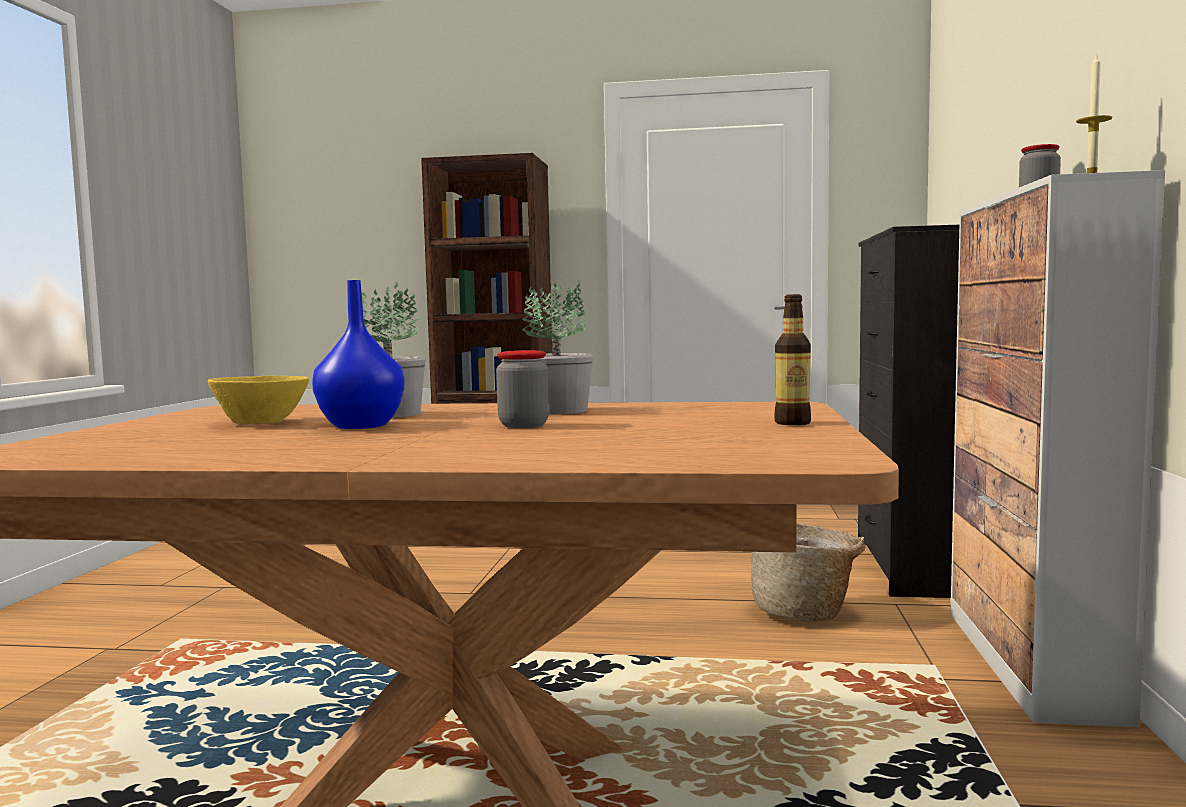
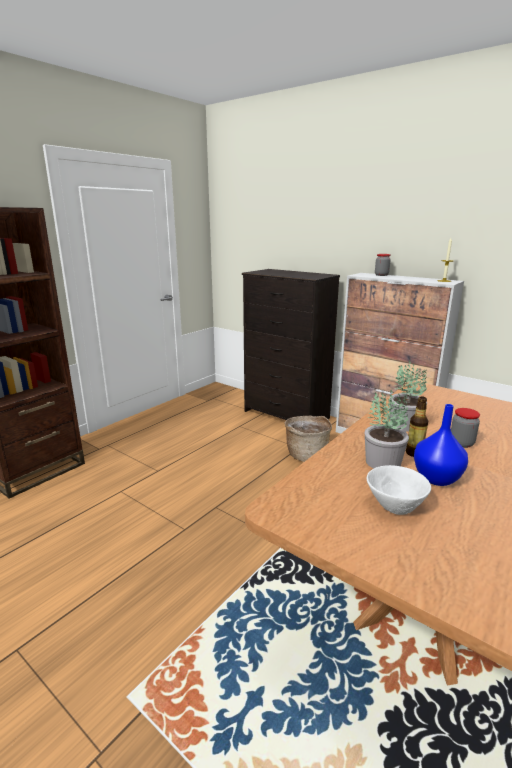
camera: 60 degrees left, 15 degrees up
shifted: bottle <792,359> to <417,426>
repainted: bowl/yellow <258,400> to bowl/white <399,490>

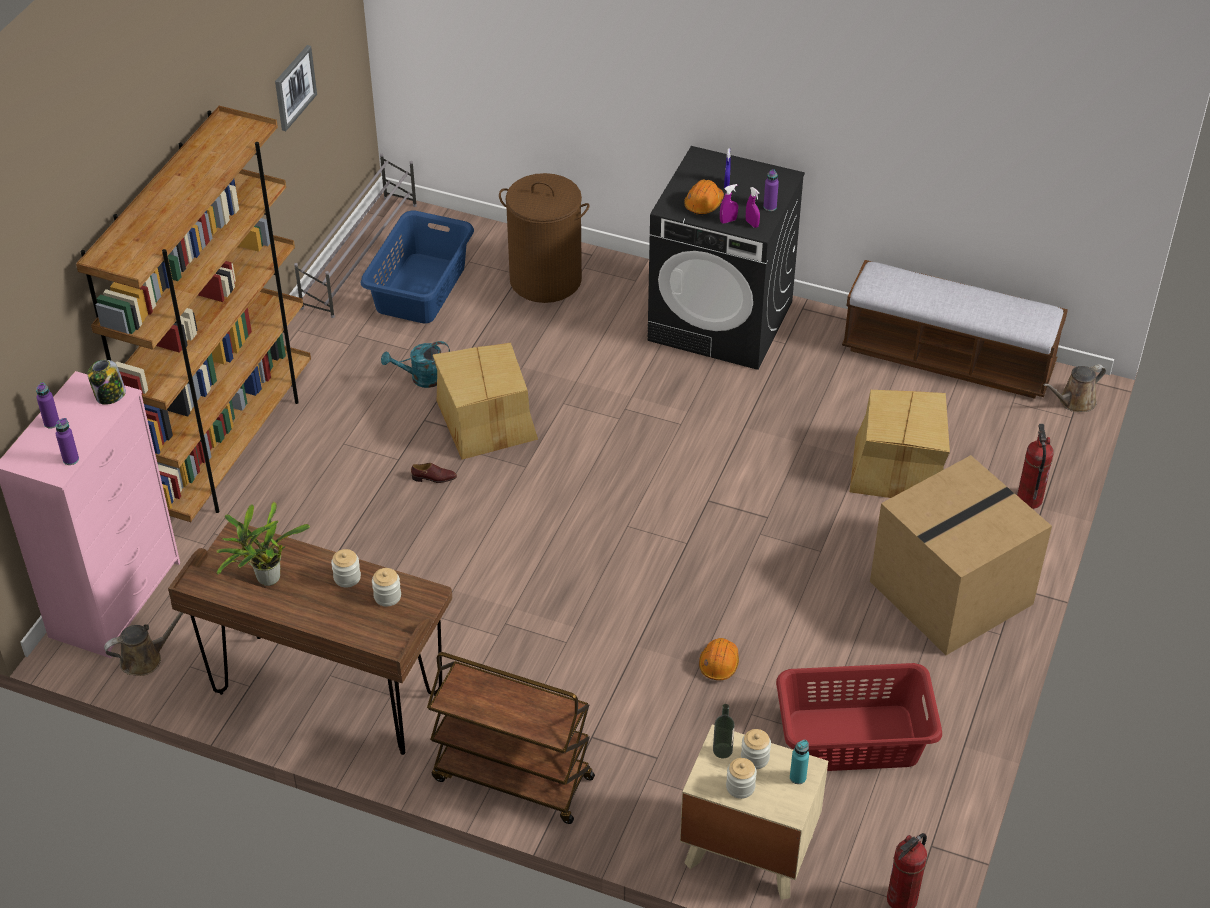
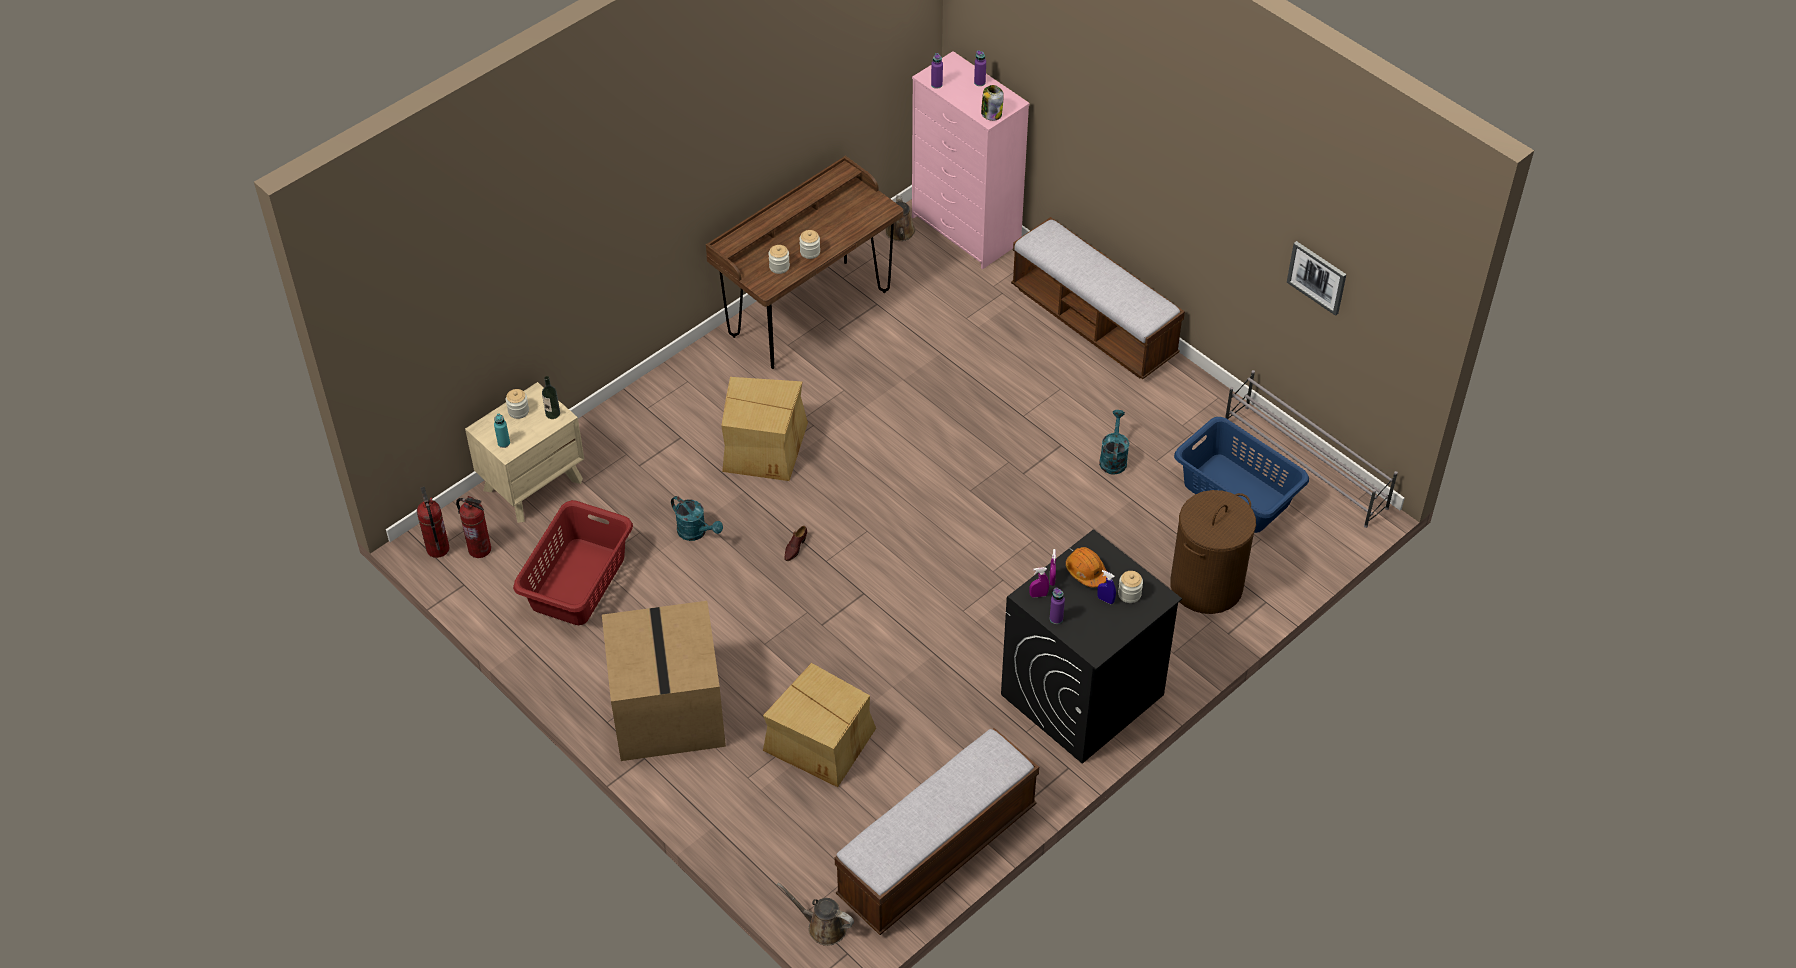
camera: 115 degrees right, 5 degrees up
gone: potted plant <263,544>; cart/brown <511,738>
shifted: fire extinguisher <1035,466> to <473,527>; cardboard box <485,401> to <764,429>; shoe/brown <434,473> to <795,543>; jar <756,749> to <1130,587>
swapped: hard hat/orange <719,659> to watering can/turquoise <697,518>; bookcase/brown <193,314> to bench <1098,298>
rotated: watering can/brown <1074,388> = <815,914> 60 degrees counterclockwise

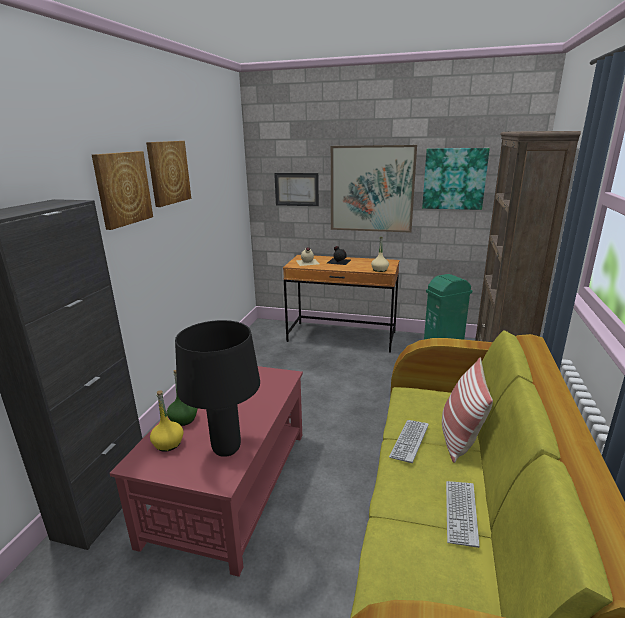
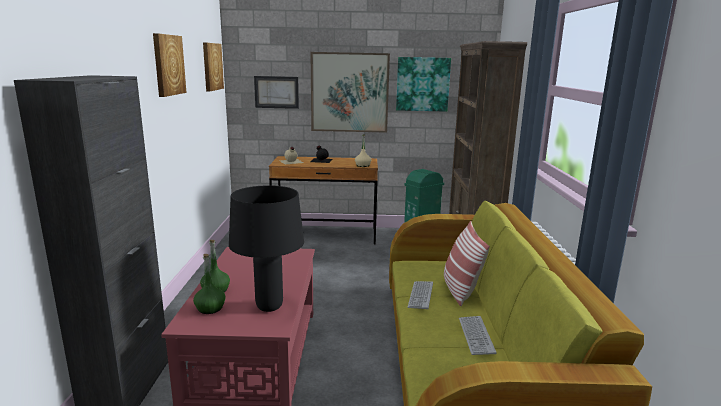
camera: 15 degrees left, 5 degrees down
shifted: picture <122,190> to <213,66>
repainted: bottle/yellow <167,421> to bottle/green <209,284>

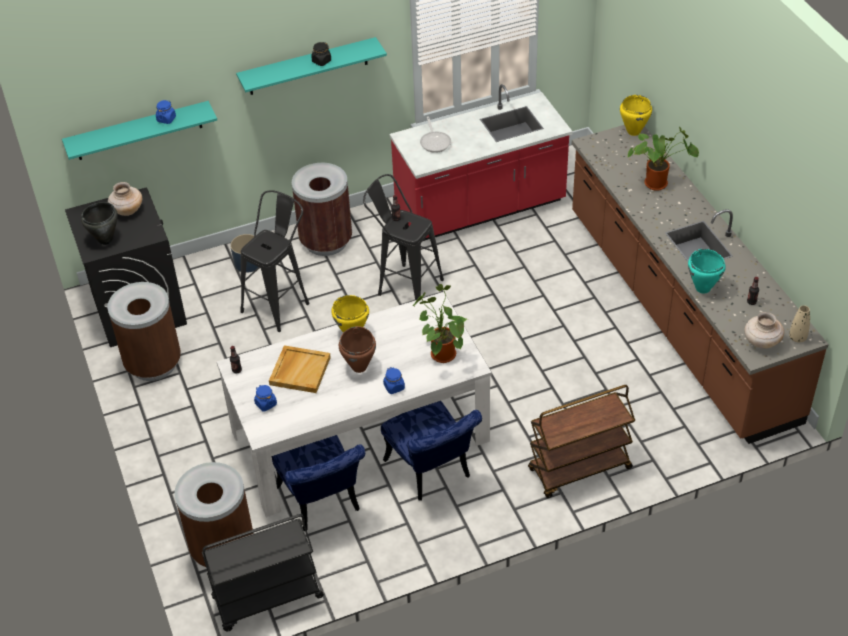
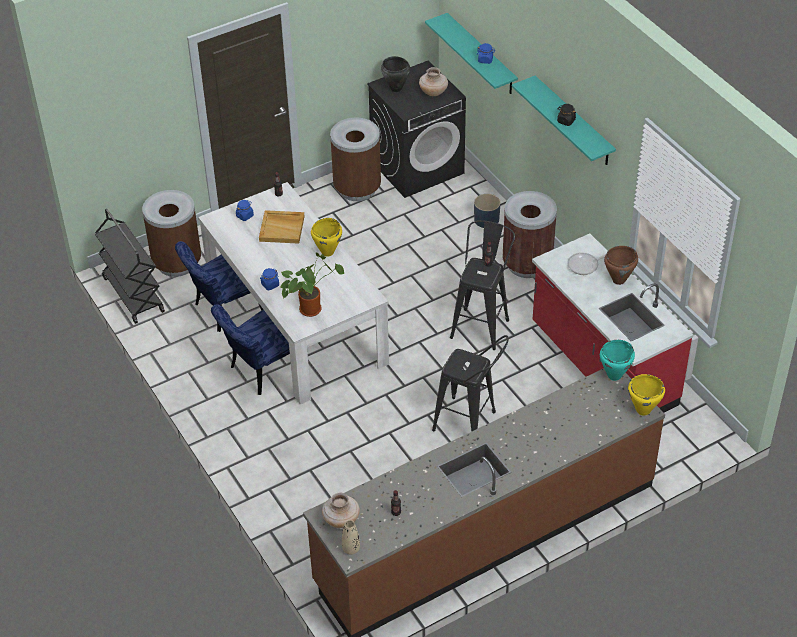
camera: 80 degrees right, 0 degrees up
gone: cart/brown <581,441>; potted plant <663,159>
shifted: stool/black <275,261> to <470,383>; cooking pot/turquoise <707,271> to <617,360>; cooking pot/brown <357,349> to <621,265>

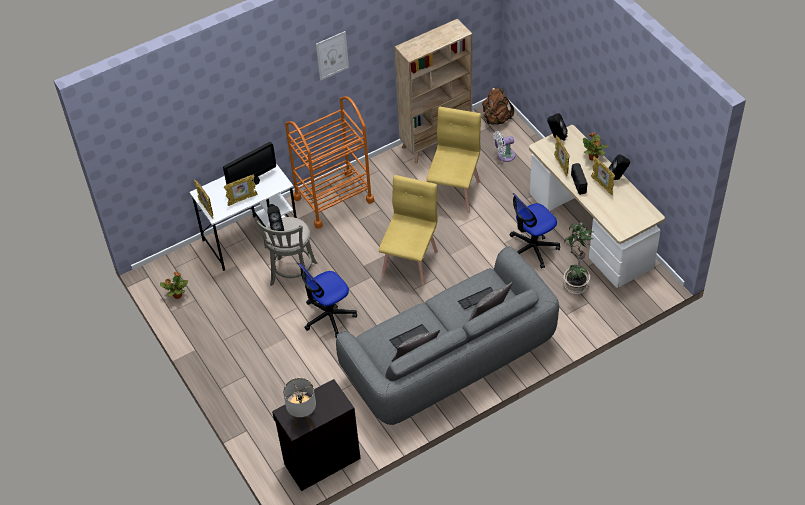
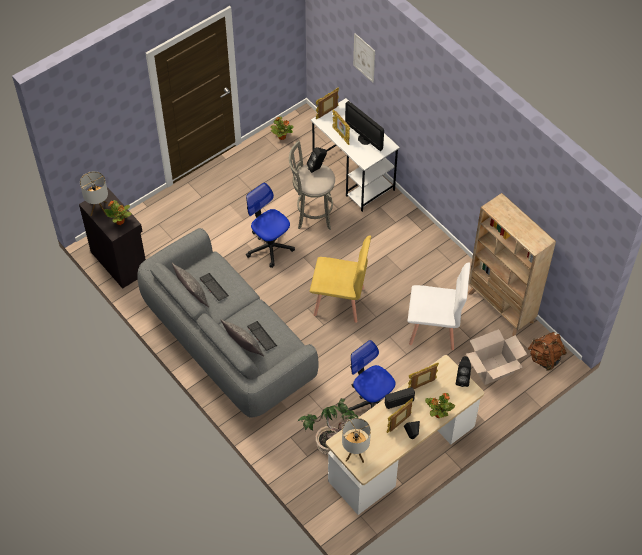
camera: 80 degrees right, 5 degrees up
gone: cart/orange <329,162>
new: potted plant <118,212>; table lamp <356,440>
shifted: picture <332,56> to <364,58>
swapped: fan/white <504,146> to cardboard box <496,357>
repainted: chair/yellow <453,160> to chair/white <438,306>

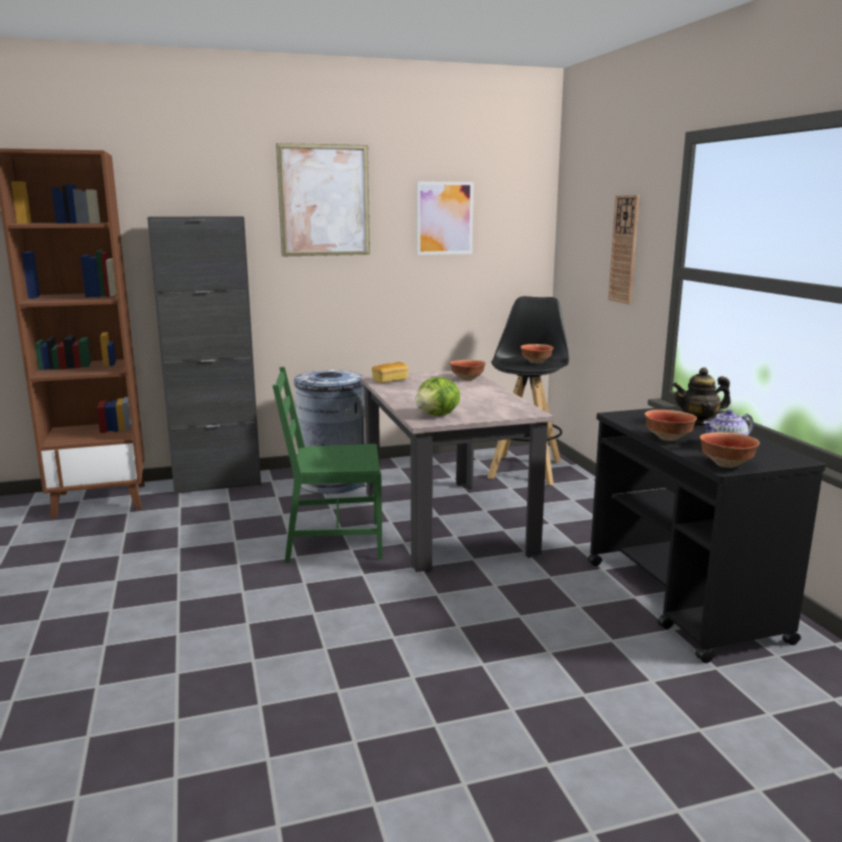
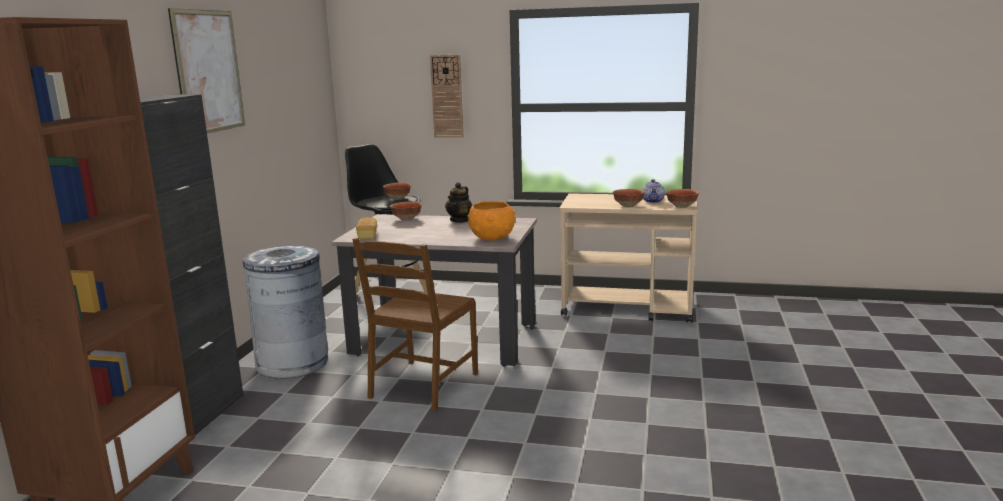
camera: 60 degrees left, 0 degrees up
gone: picture <445,218>
shifted: teapot <702,397> to <458,202>
swapped: lettuce <437,396> to bowl/orange <492,221>
repainted: chair/green <327,465> to chair/brown <415,325>; cart/black <707,534> to cart/beige <628,258>

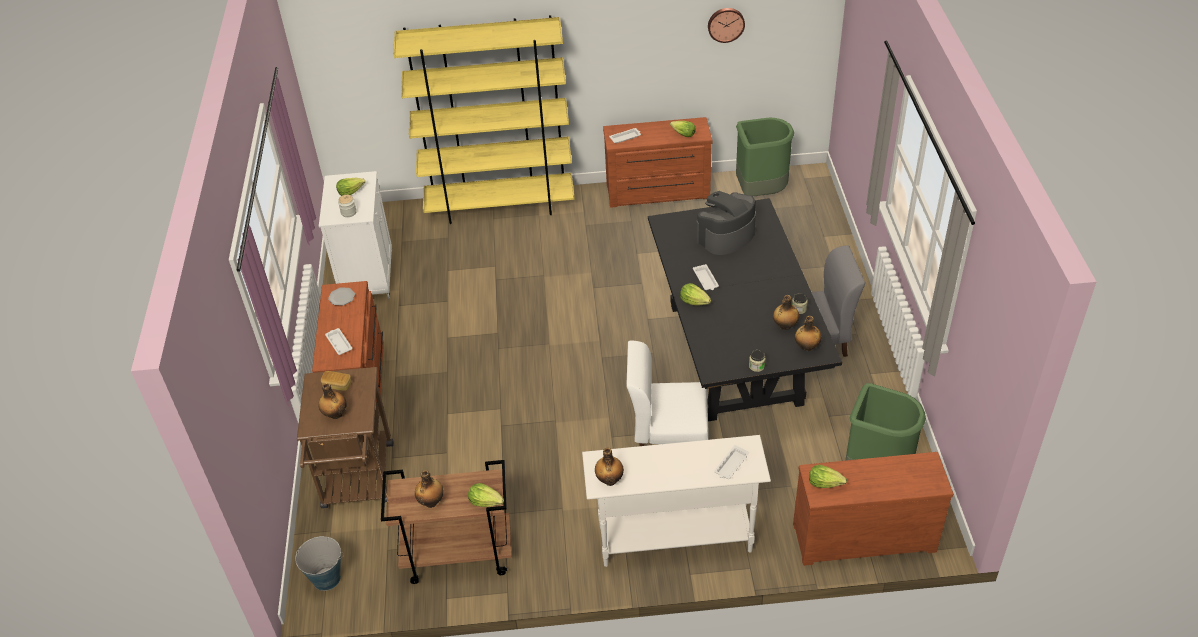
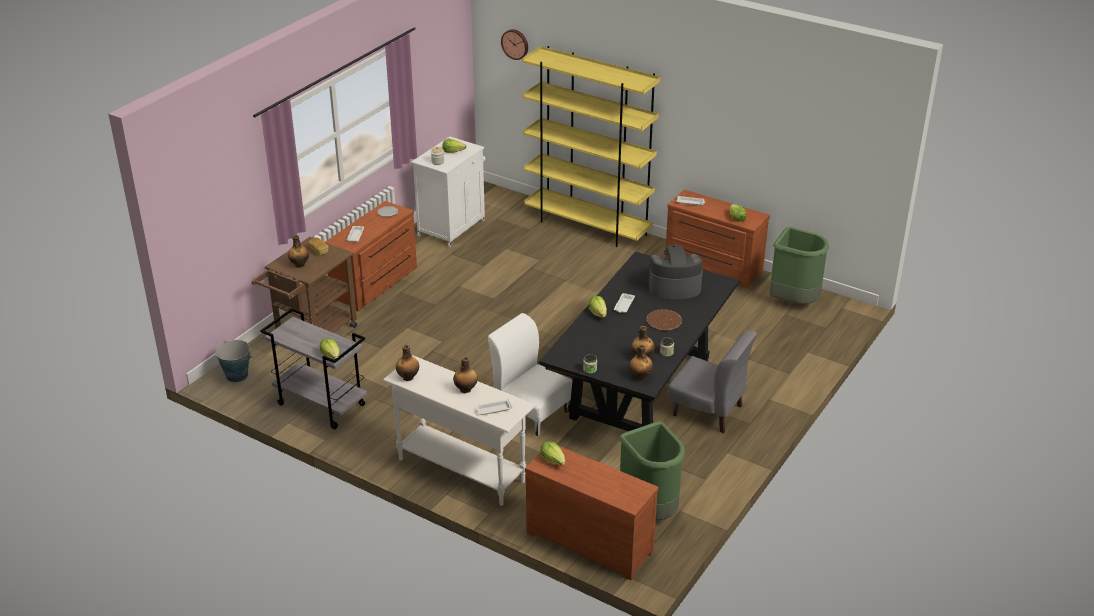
camera: 35 degrees right, 10 degrees down
new: plate/brown <664,319>
shifted: bottle <429,489> to <465,375>; wall clock <726,25> to <514,44>
repainted: cart/brown <446,522> to cart/grey <313,369>

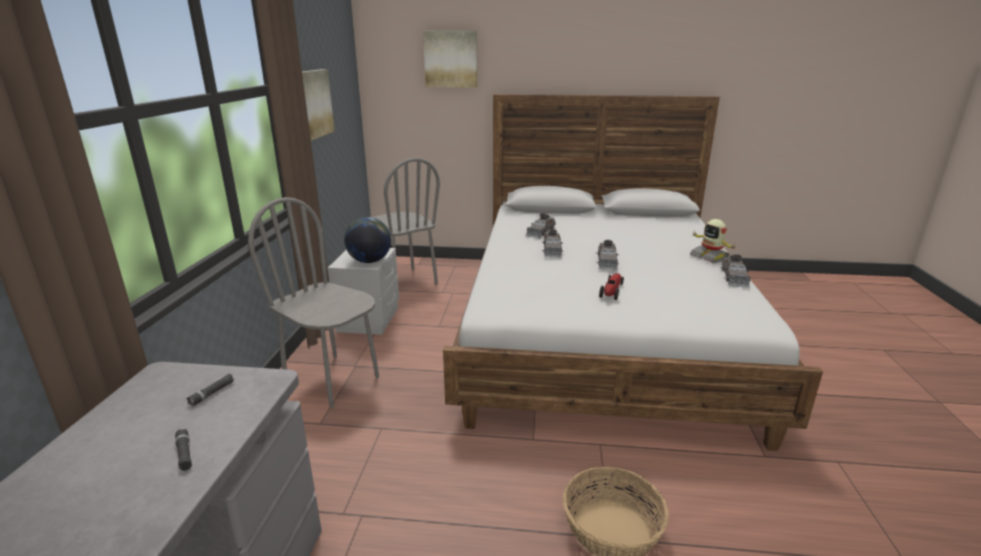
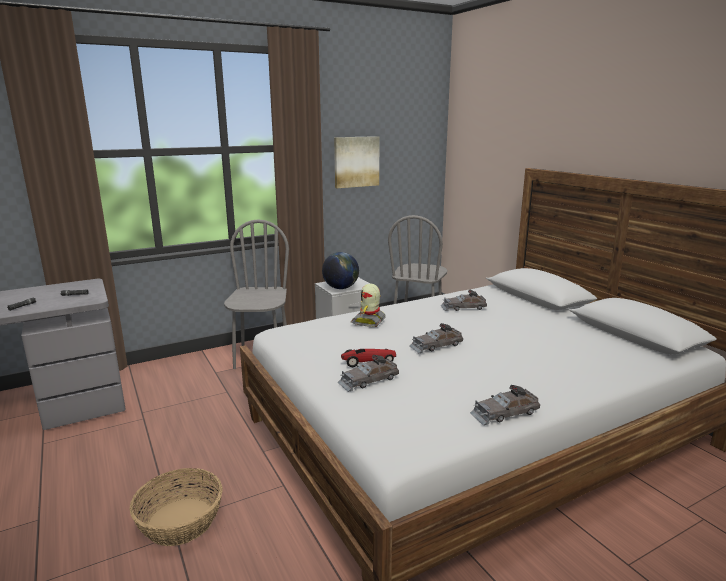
camera: 55 degrees right, 5 degrees down
gone: picture <450,59>
shifted: toy car/grey <552,243> to <368,373>; toy robot <713,241> to <368,305>

